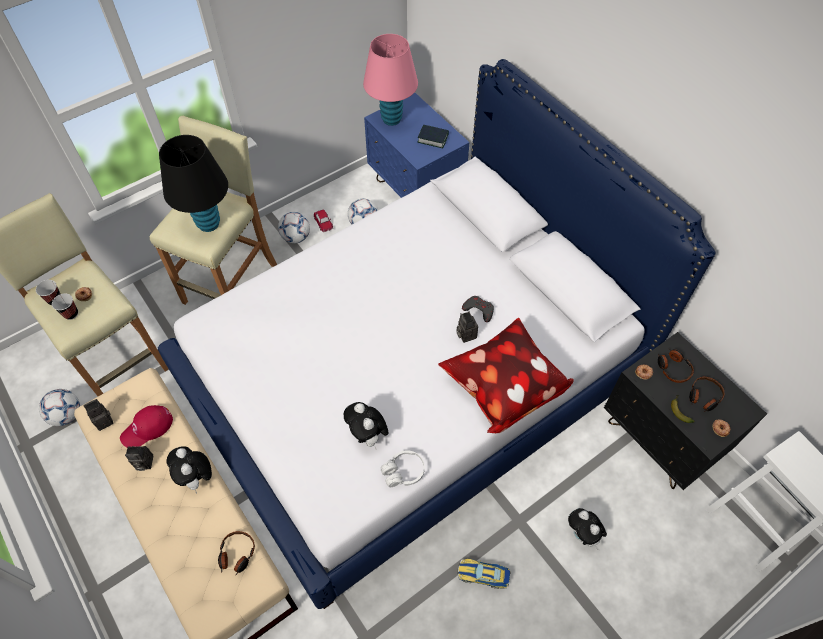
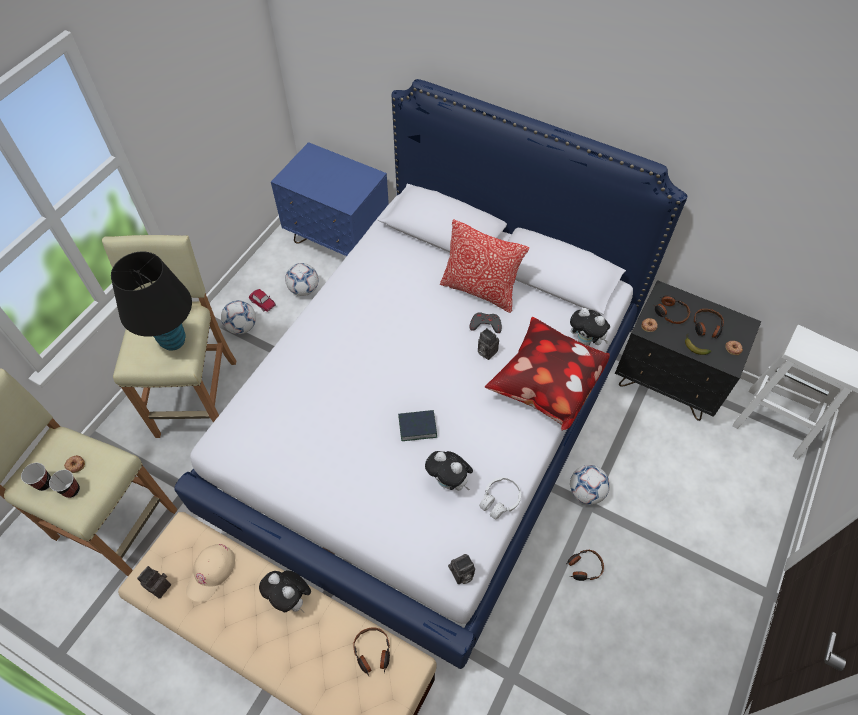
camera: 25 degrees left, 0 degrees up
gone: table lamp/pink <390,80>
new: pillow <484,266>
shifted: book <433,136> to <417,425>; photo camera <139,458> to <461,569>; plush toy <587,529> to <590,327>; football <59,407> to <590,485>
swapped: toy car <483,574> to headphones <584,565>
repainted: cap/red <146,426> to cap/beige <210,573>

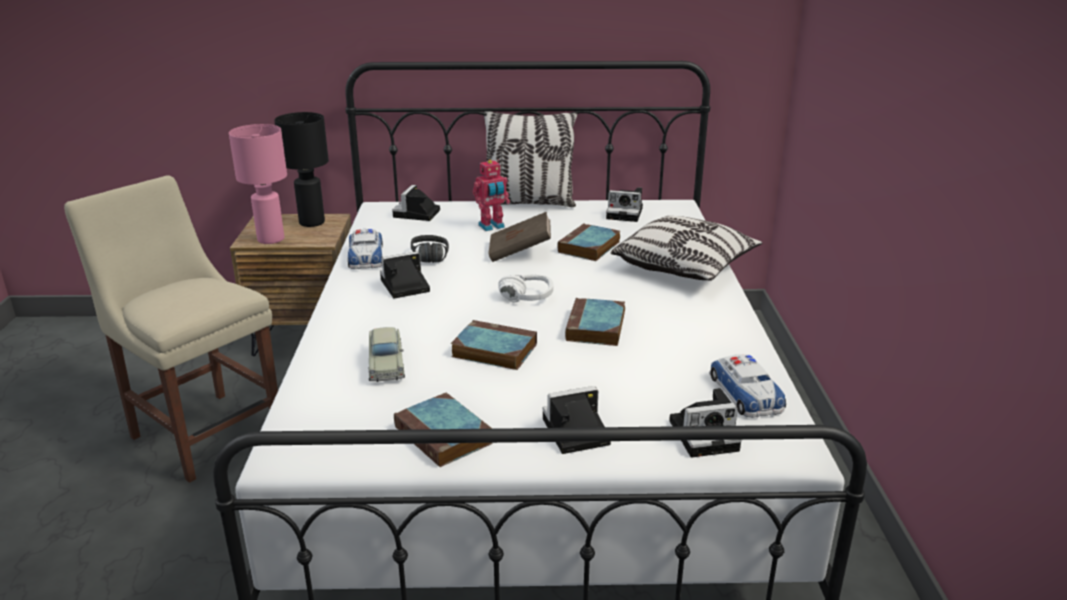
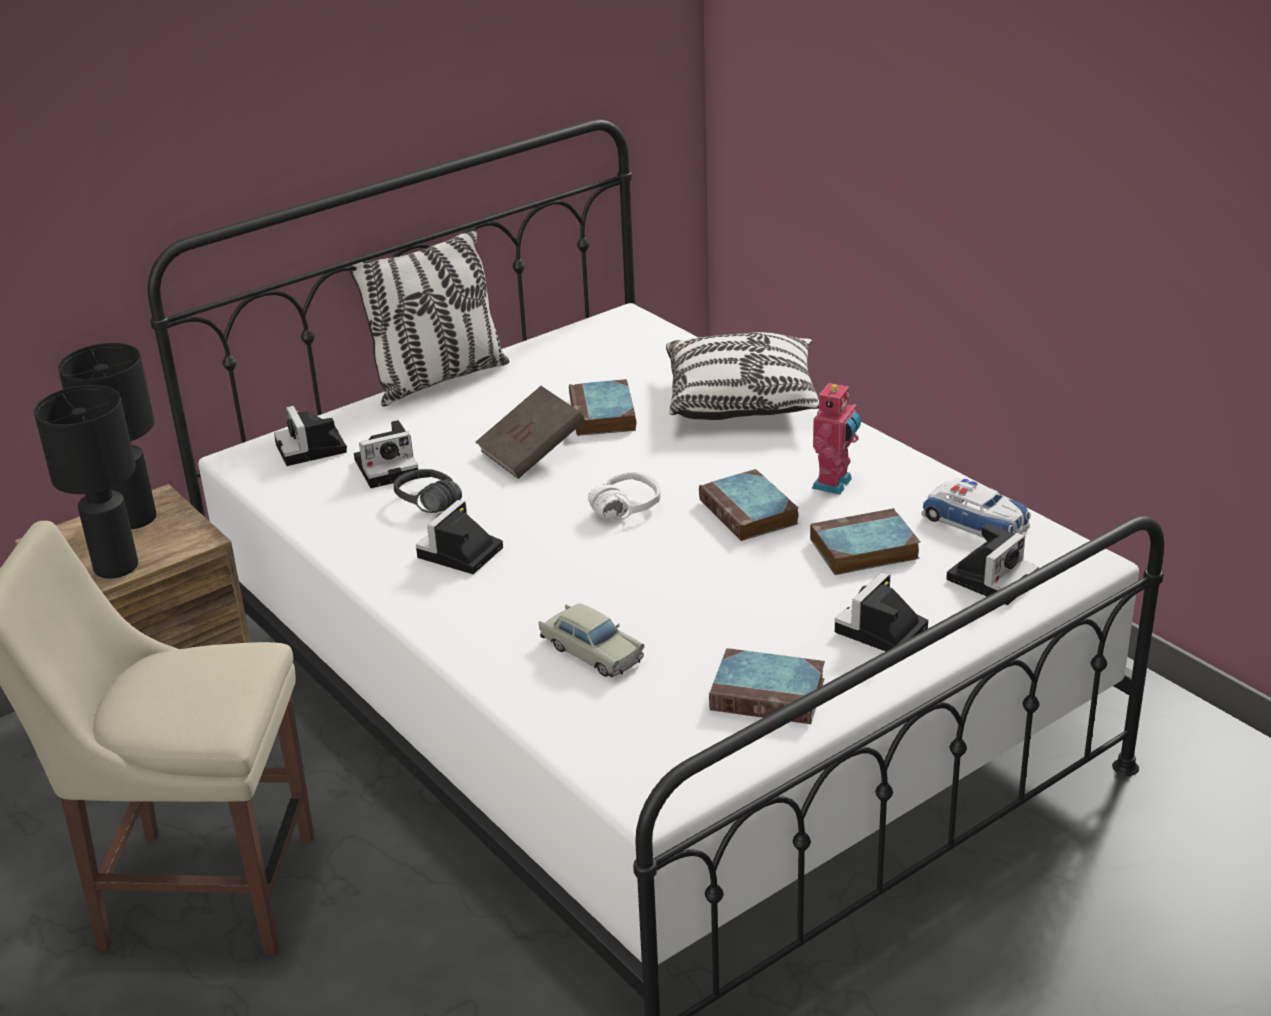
camera: 35 degrees left, 5 degrees up
gone: toy car <365,249>
shifted: photo camera <624,204> to <386,454>; book <494,345> to <865,541>; toy robot <491,195> to <836,437>
repainted: table lamp/pink <258,184> to table lamp/black <86,482>

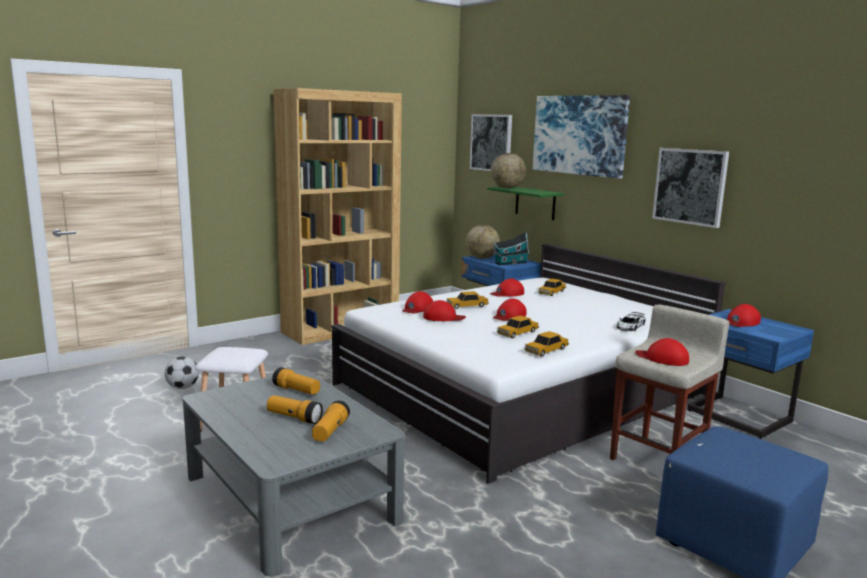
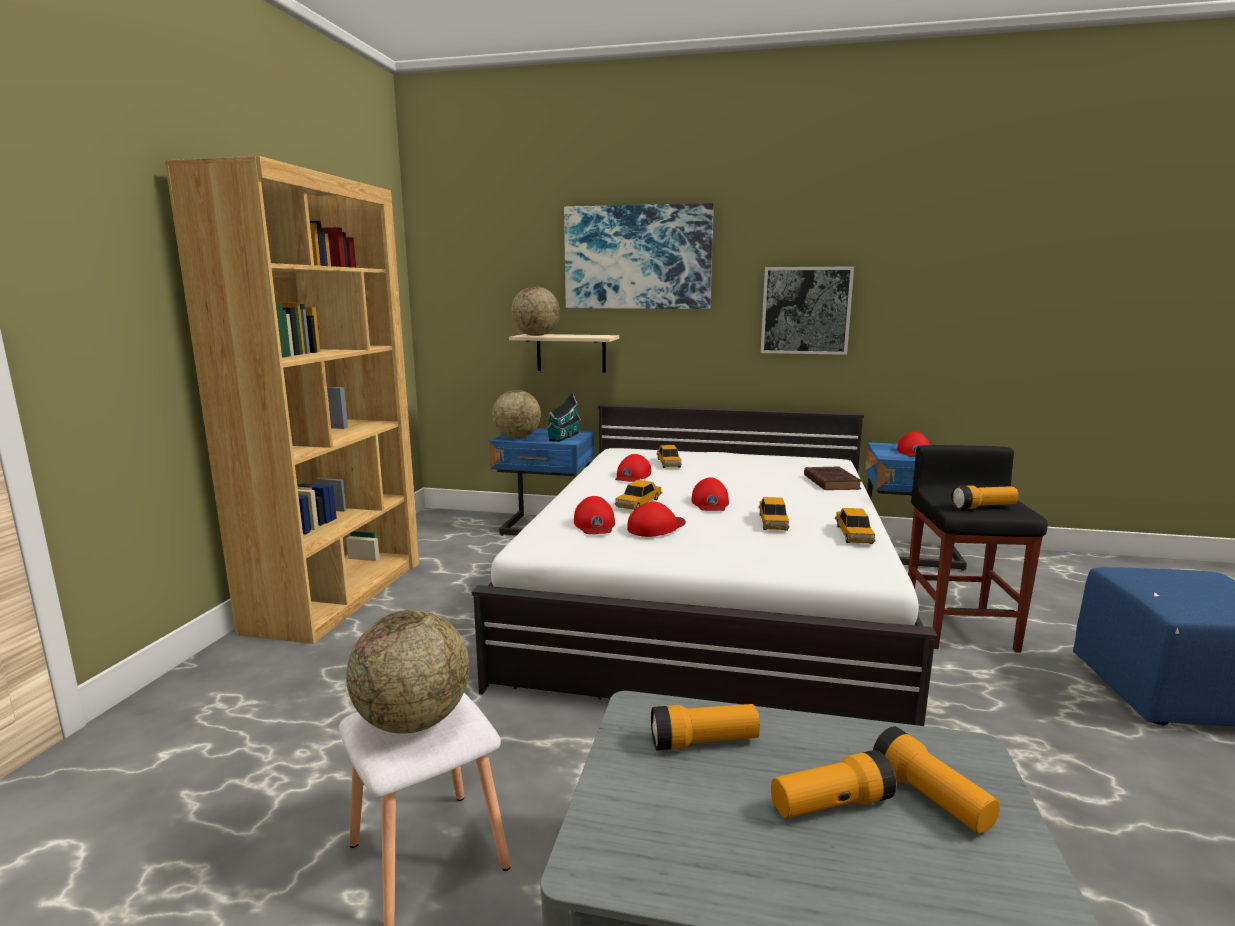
camera: 40 degrees left, 0 degrees up
gone: football <182,372>; picture <491,142>
new: globe <408,672>
swapped: toy car <631,321> to book/brown <833,478>; cap/red <662,352> to flashlight <985,497>
repainted: shelf/green <525,203> to shelf/beige <564,353>; stool/beige <670,382> to stool/black <978,549>

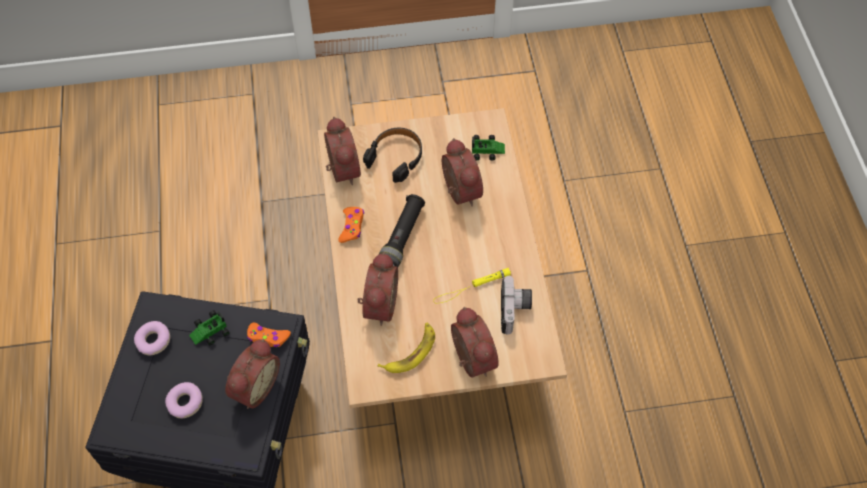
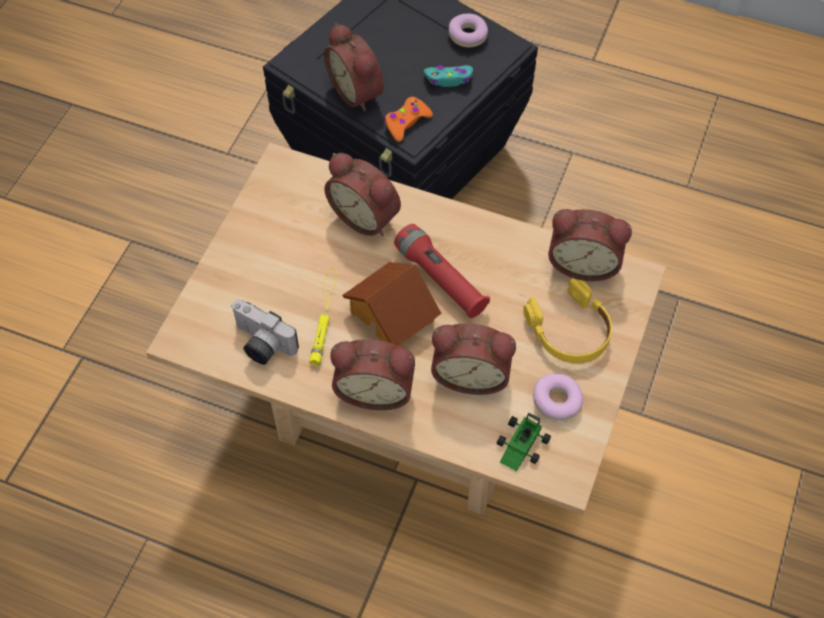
camera: 120 degrees right, 0 degrees up
gone: game controller/orange <351,225>; banana <406,348>
new: toy house <392,304>
shifted: alarm clock <475,342> to <373,374>; donut <184,400> to <558,397>
swapped: toy car <209,327> to game controller/turquoise <448,76>
repainted: flashlight/black <402,230> to flashlight/red <442,271>; headphones/black <392,155> to headphones/yellow <567,321>

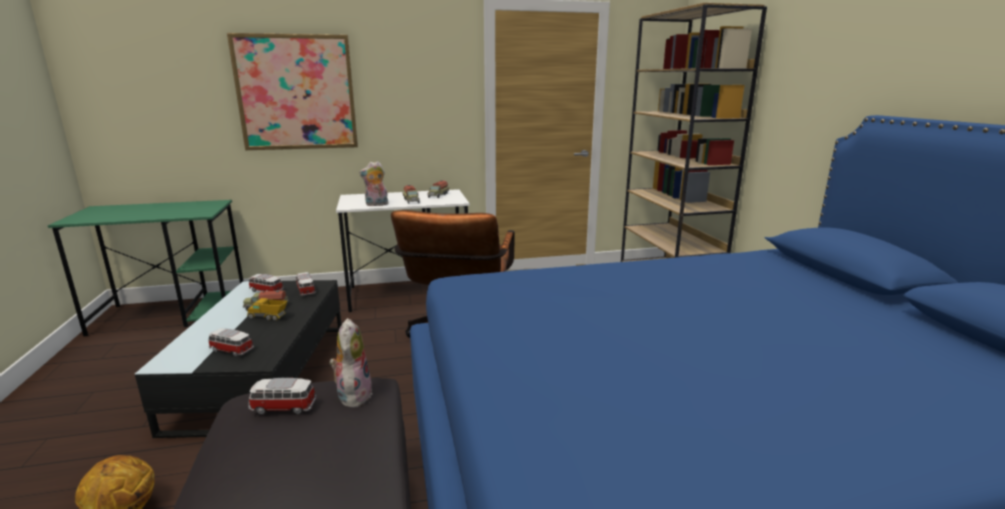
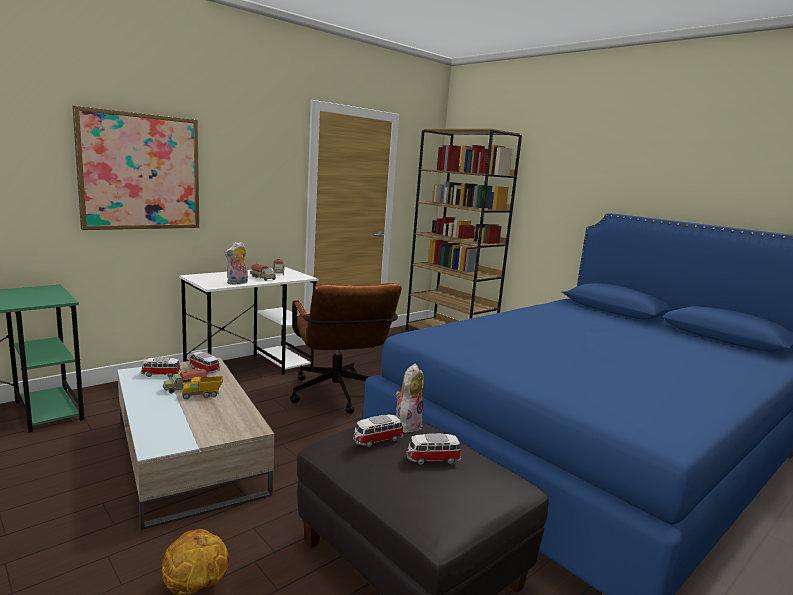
camera: 30 degrees left, 5 degrees down
shifted: toy car <231,342> to <433,449>
repainted: coffee table/black <238,359> to coffee table/beige <195,444>
rotated: plush toy <350,363> = <410,398> 60 degrees clockwise

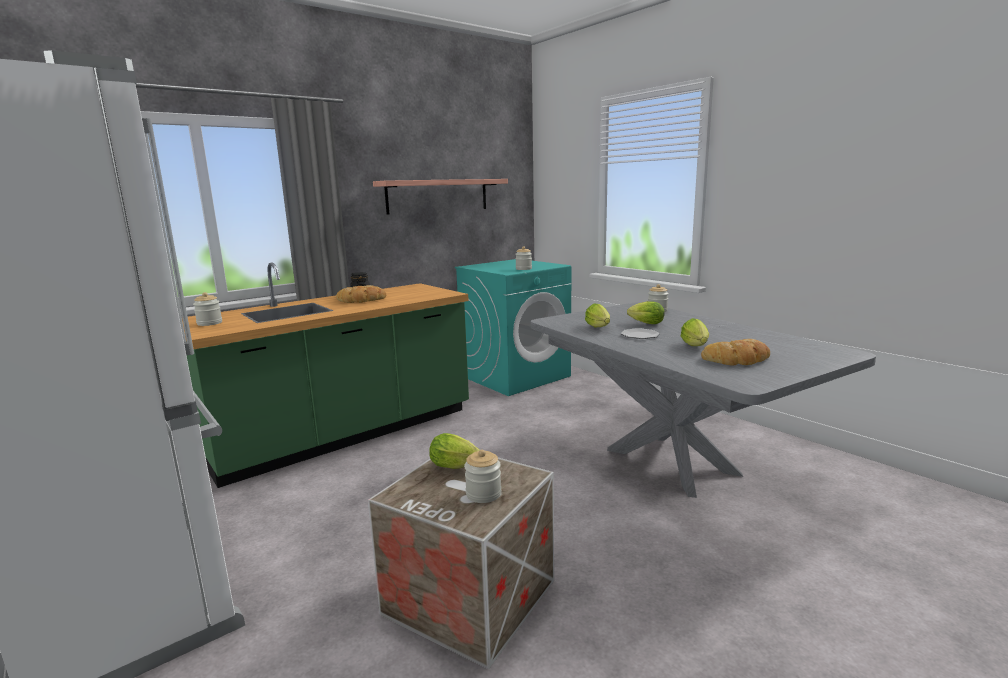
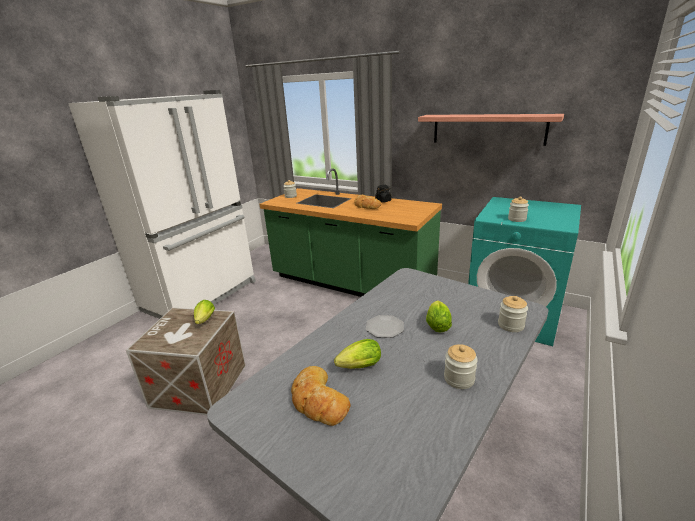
camera: 70 degrees right, 10 degrees up
gone: lettuce <597,315>
shifted: jar <482,476> to <461,366>

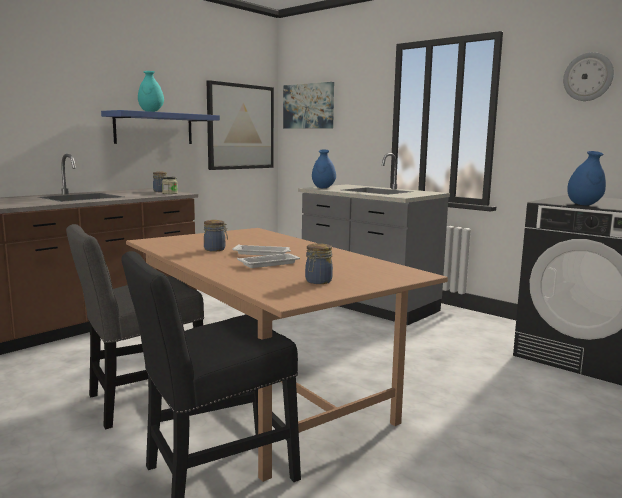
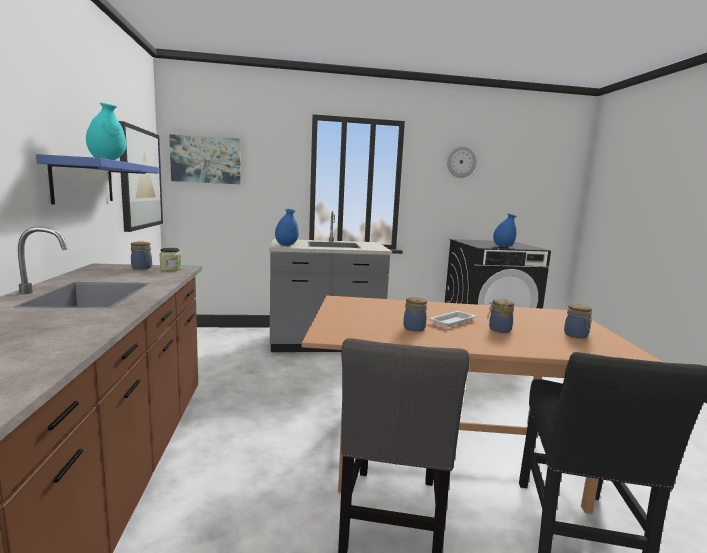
camera: 50 degrees left, 0 degrees up
swapped: tray/white <268,260> to jar <500,316>

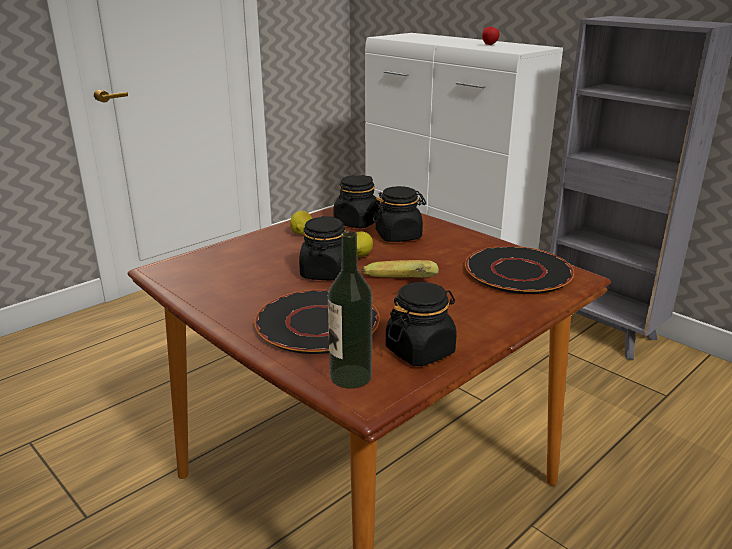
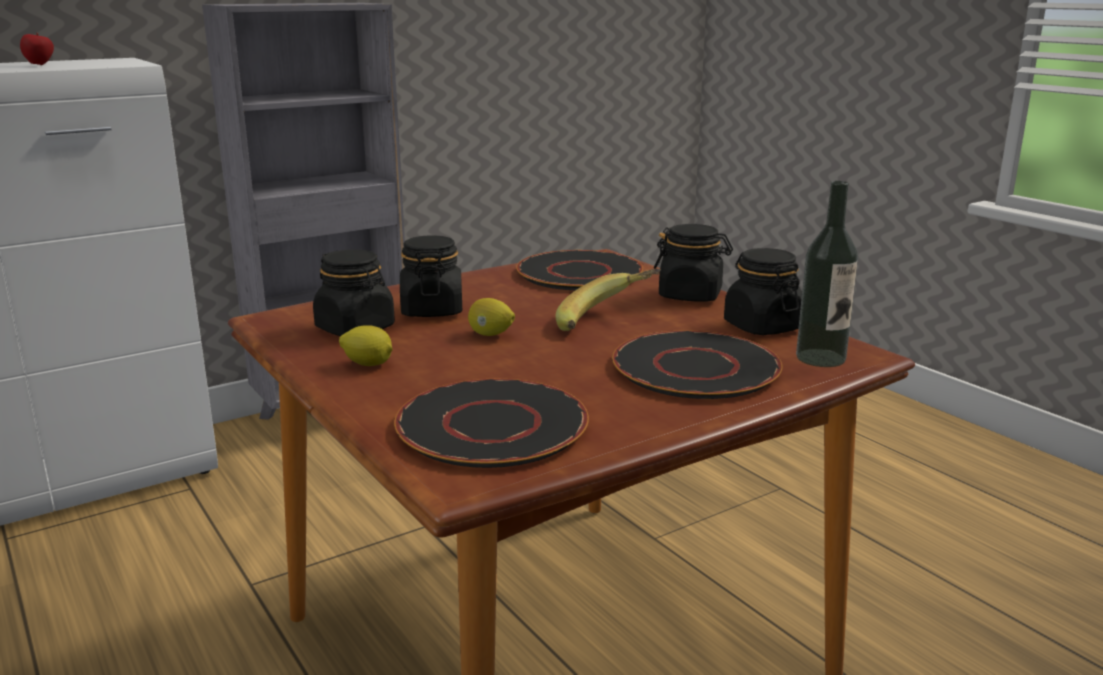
camera: 80 degrees left, 5 degrees down
new: plate/black <491,423>
shifted: jar/black <322,248> to <693,263>

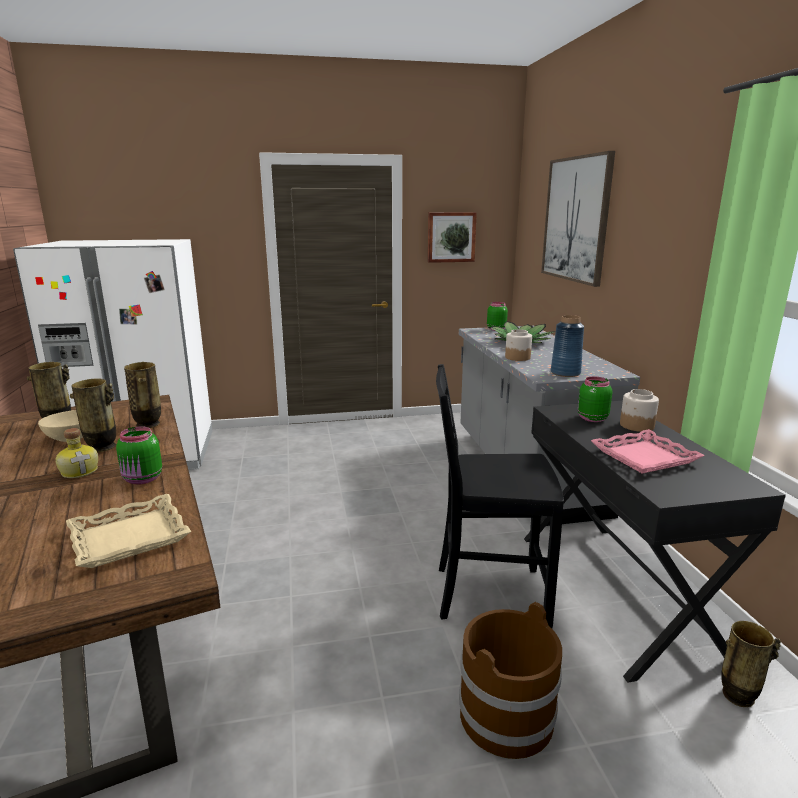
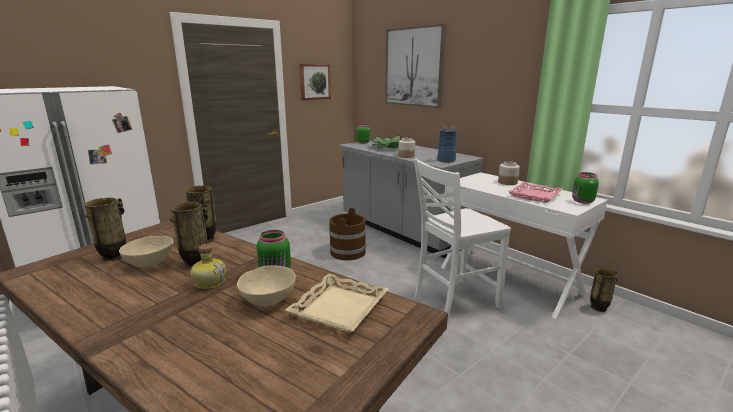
camera: 30 degrees left, 0 degrees up
new: bowl/beige <266,285>
shifted: bucket/brown <510,680> to <347,233>; jar/green <595,399> to <585,188>
repainted: chair/black <500,496> to chair/white <462,240>; desk/black <655,542> to desk/white <524,245>

